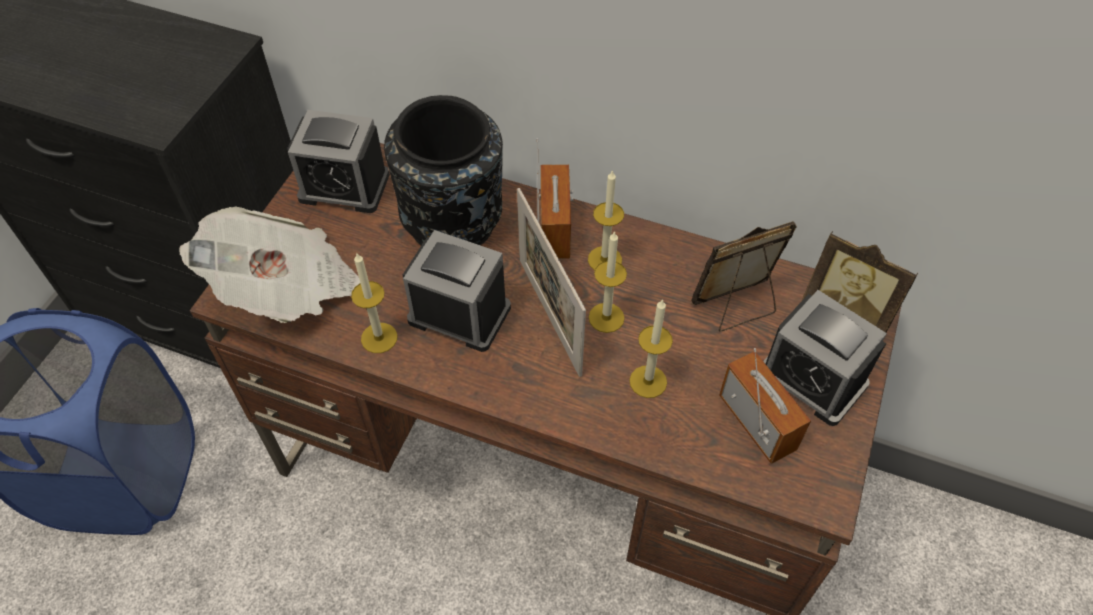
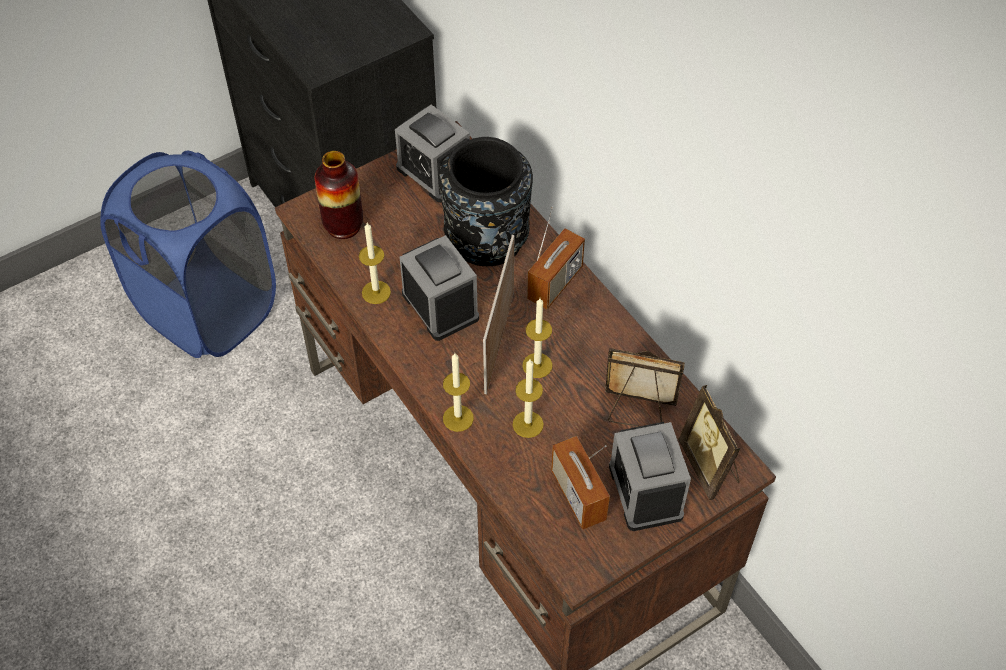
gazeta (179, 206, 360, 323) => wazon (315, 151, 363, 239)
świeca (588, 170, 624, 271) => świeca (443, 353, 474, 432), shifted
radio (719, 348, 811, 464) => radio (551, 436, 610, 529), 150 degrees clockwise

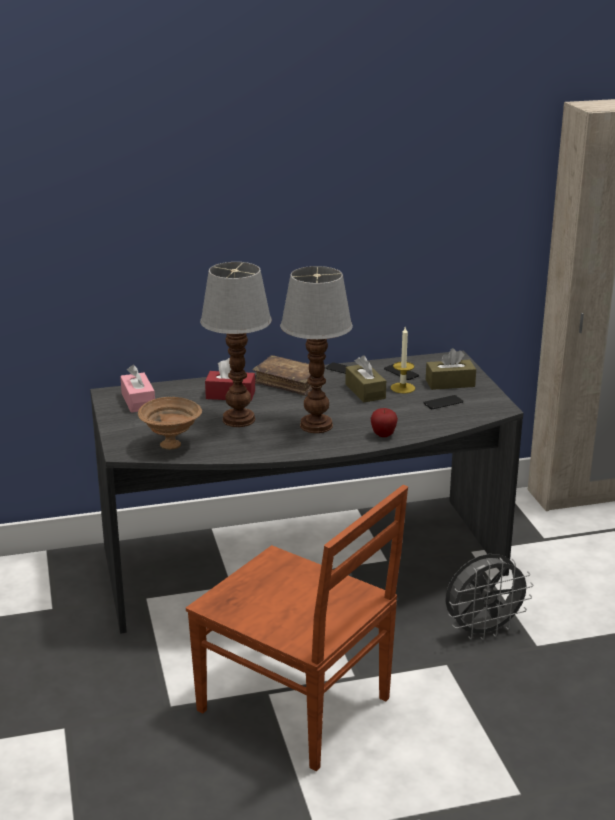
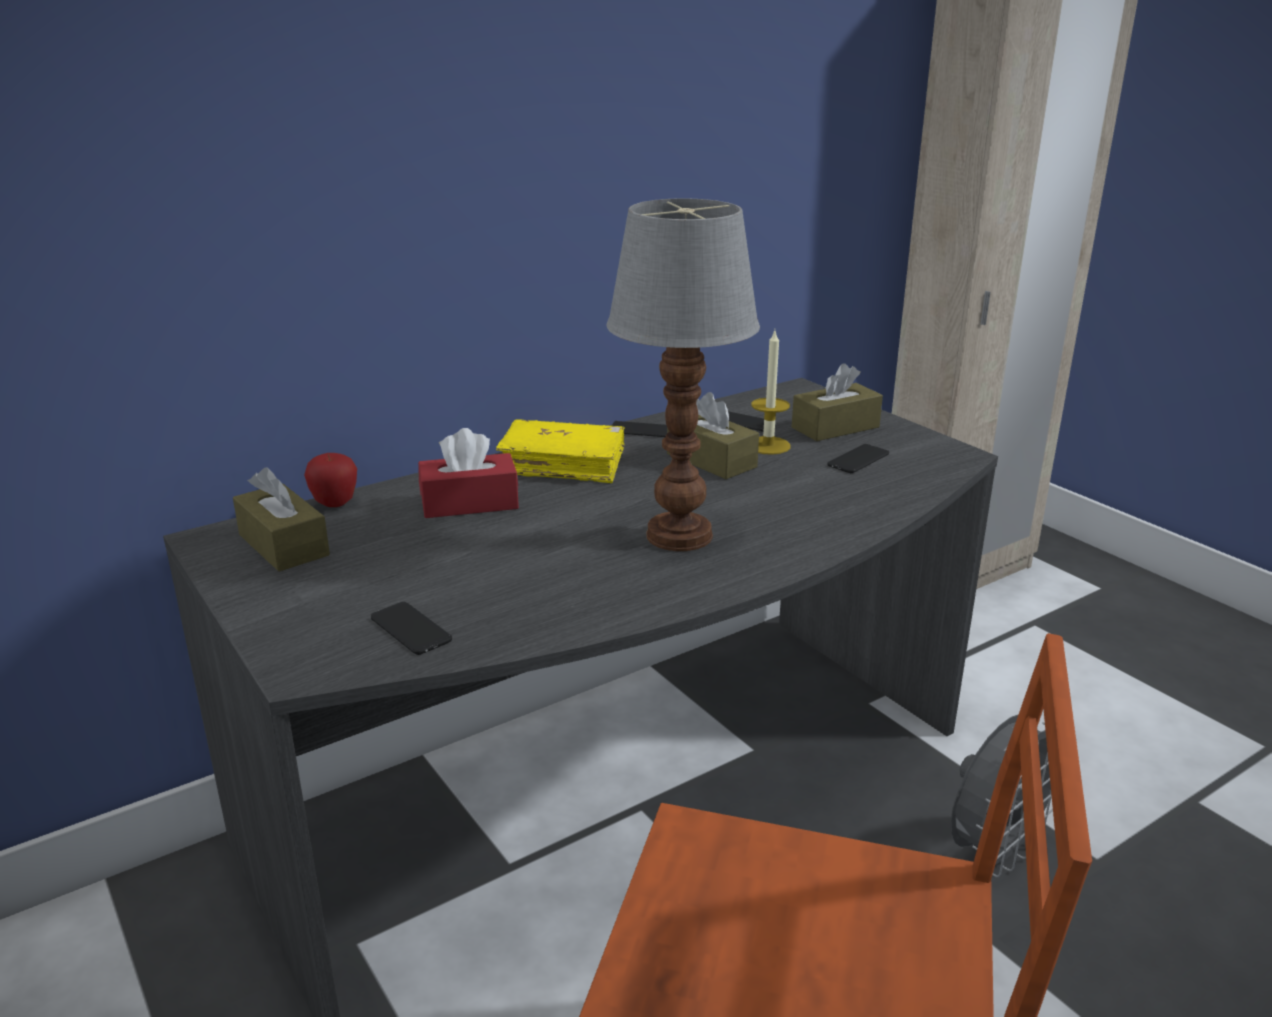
pudełko chusteczek [różowy] (120, 365, 155, 413) => pudełko chusteczek [brązowy] (233, 467, 330, 572)
jabłko (370, 408, 398, 437) => jabłko (304, 453, 357, 507), shifted
miska [brązowy] (138, 397, 202, 450) => telefon (371, 602, 452, 655)
książka [brązowy] (253, 355, 324, 396) => książka [żółty] (496, 419, 625, 483)
lampa stołowa (200, 262, 272, 427) => nothing

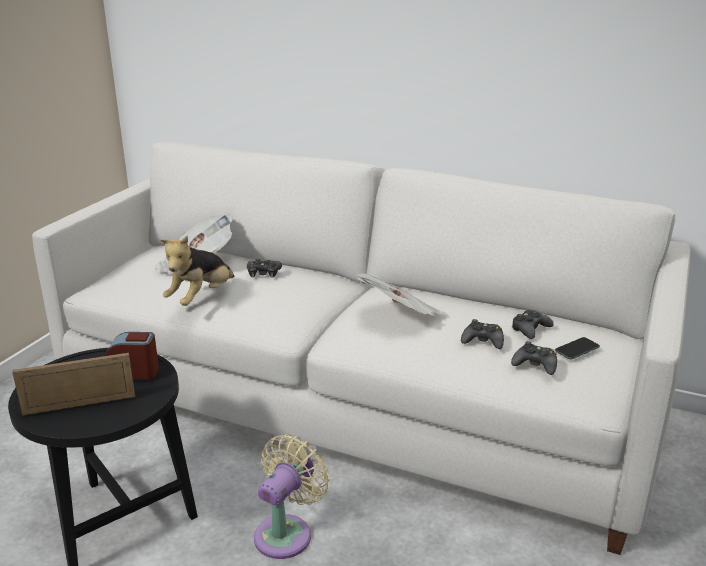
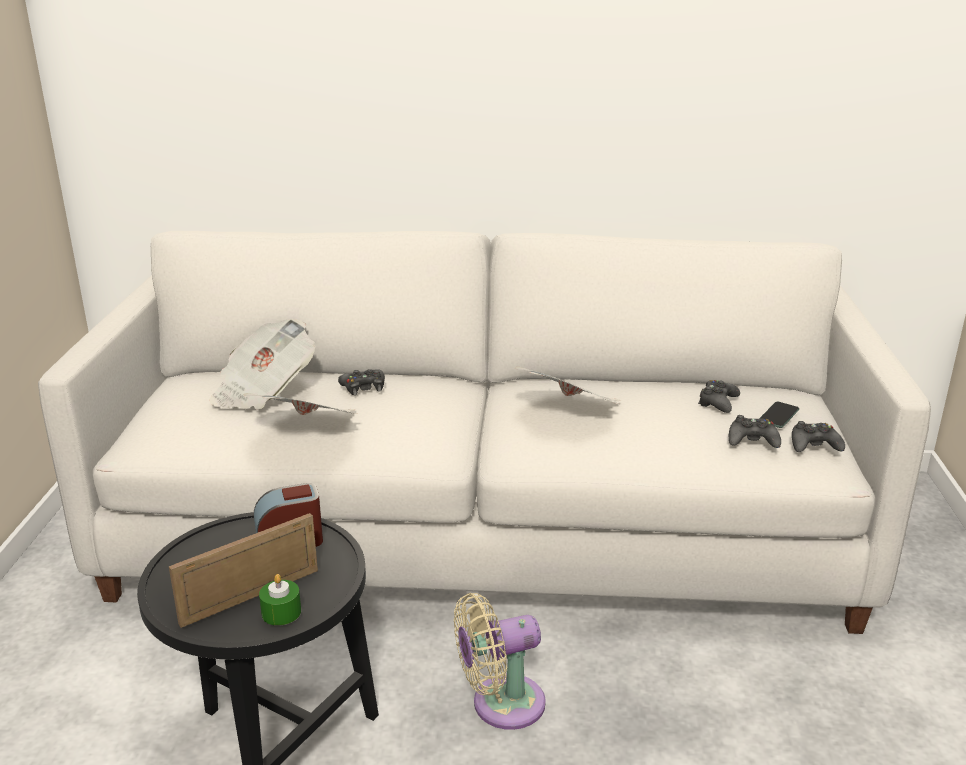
pluszak (160, 236, 234, 306) => gazeta (243, 393, 357, 415)
nothing => świeca [zielony] (259, 574, 301, 626)
wentylator [beżowy] (254, 434, 329, 559) => wentylator [beżowy] (454, 593, 546, 730), 120 degrees counterclockwise
pad do gier [czarny] (461, 319, 504, 349) => pad do gier [czarny] (792, 421, 845, 452), shifted

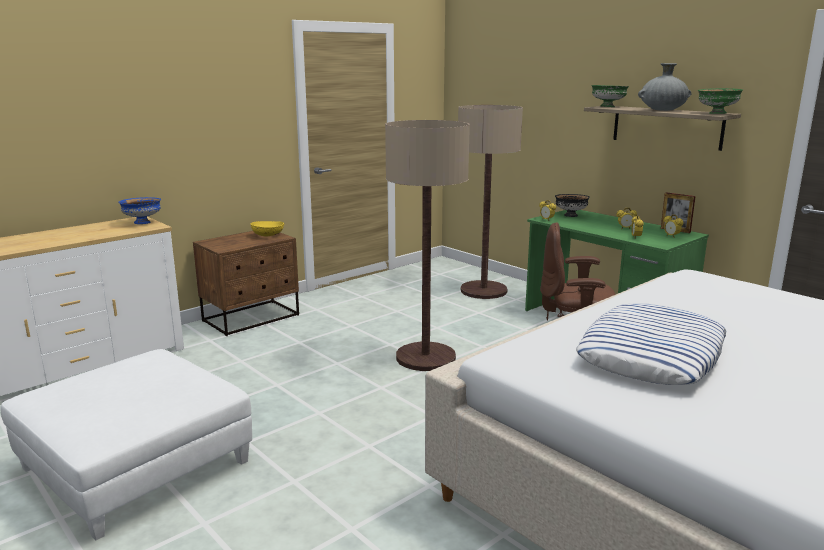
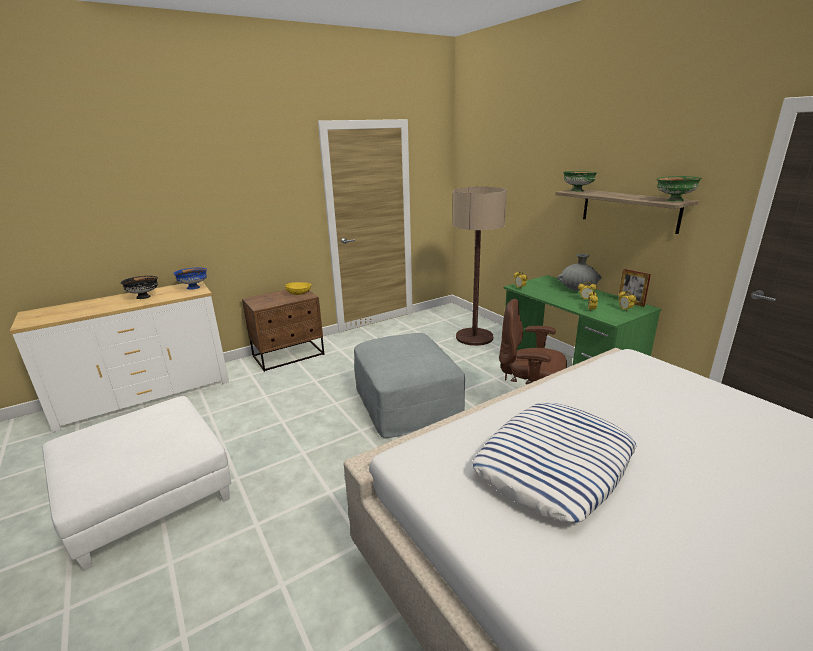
miska [czarny] (555, 194, 590, 217) => miska [czarny] (121, 276, 158, 299), shifted
lampa stojąca (385, 120, 470, 371) => pufa [szary] (354, 333, 465, 438)
wazon [szary] (638, 63, 691, 111) => wazon [szary] (558, 254, 602, 291), shifted

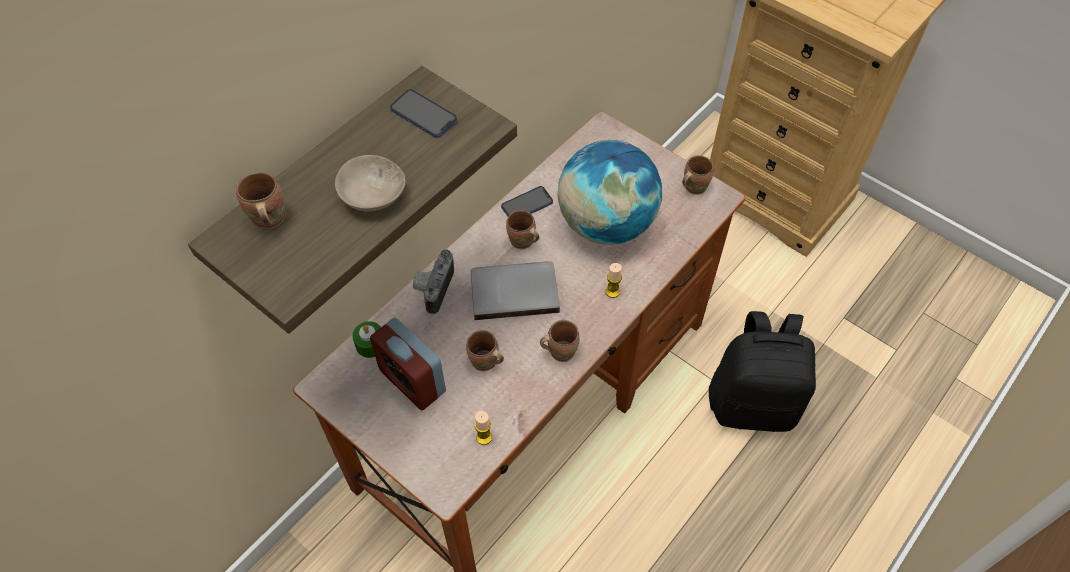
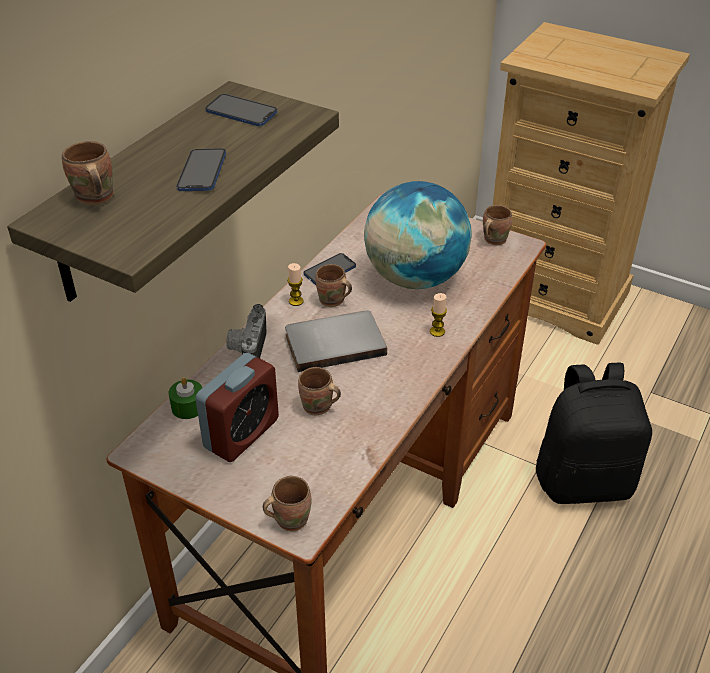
miska [beżowy] (335, 155, 405, 212) => telefon (176, 148, 226, 191)
budzik (370, 318, 446, 410) => budzik (195, 353, 279, 462), 90 degrees counterclockwise
kubek [brązowy] (540, 320, 579, 362) => kubek [brązowy] (263, 476, 311, 531), shifted
świeca (474, 411, 492, 445) => świeca (287, 263, 304, 306), shifted

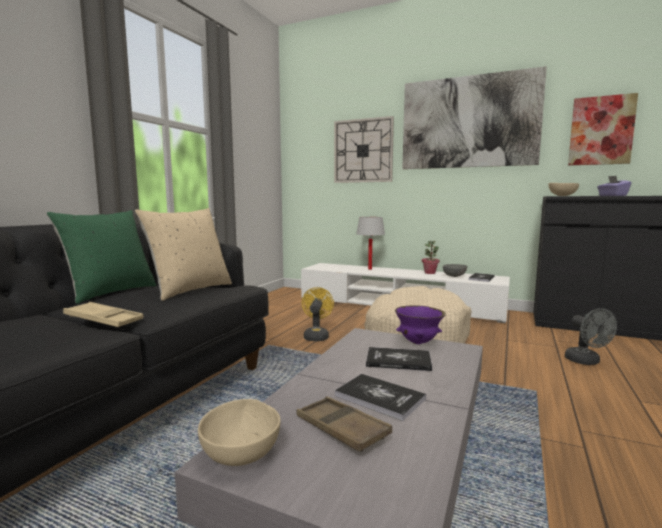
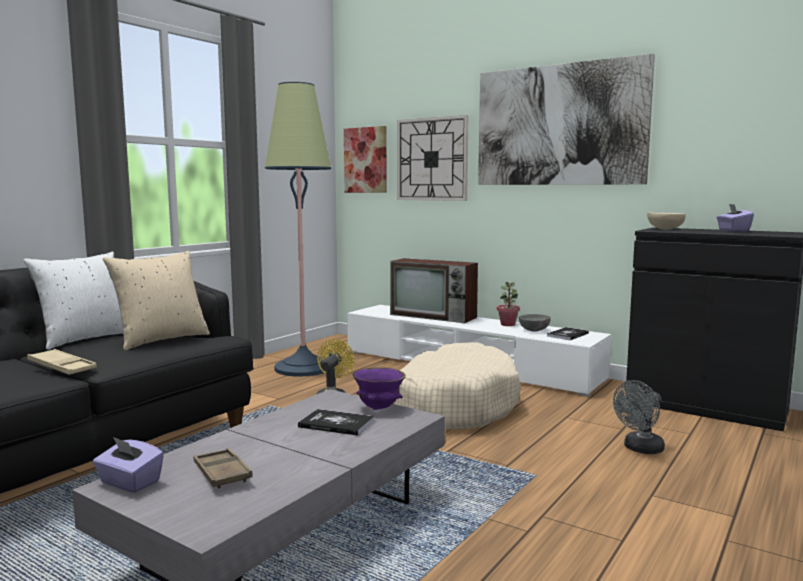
poduszka [zielony] (47, 210, 156, 304) => poduszka [biały] (24, 252, 123, 350)
miska [beżowy] (198, 399, 281, 466) => pudełko chusteczek [fioletowy] (93, 437, 164, 493)
nothing => lampa stojąca (265, 82, 331, 377)
obraz (568, 93, 638, 166) => obraz (344, 126, 387, 193), shifted
lampa stołowa [biały] (356, 217, 385, 270) => telewizor (390, 258, 478, 323)
wentylator [szary] (565, 308, 617, 365) => wentylator [szary] (613, 380, 665, 454), 60 degrees clockwise
książka (335, 374, 426, 421) => nothing

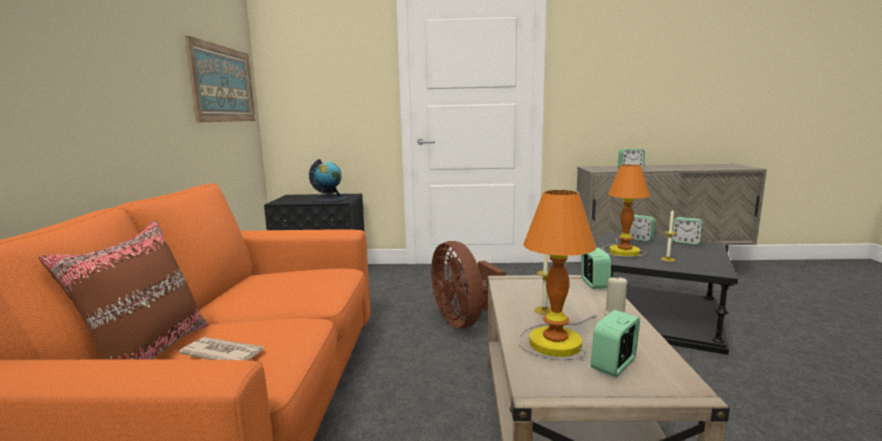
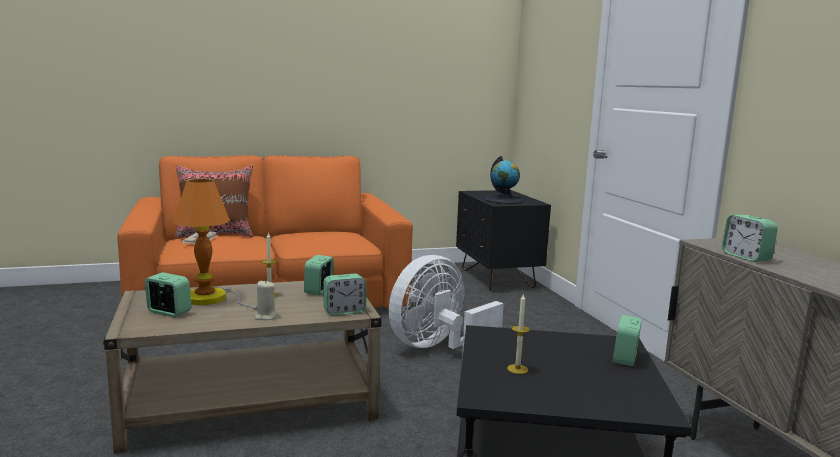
budzik (672, 217, 703, 244) => budzik (304, 255, 334, 295), shifted
wentylator [brązowy] (431, 241, 506, 328) => wentylator [biały] (389, 255, 504, 358)
obraz (185, 36, 256, 122) => nothing
lampa stołowa (602, 164, 650, 257) => nothing

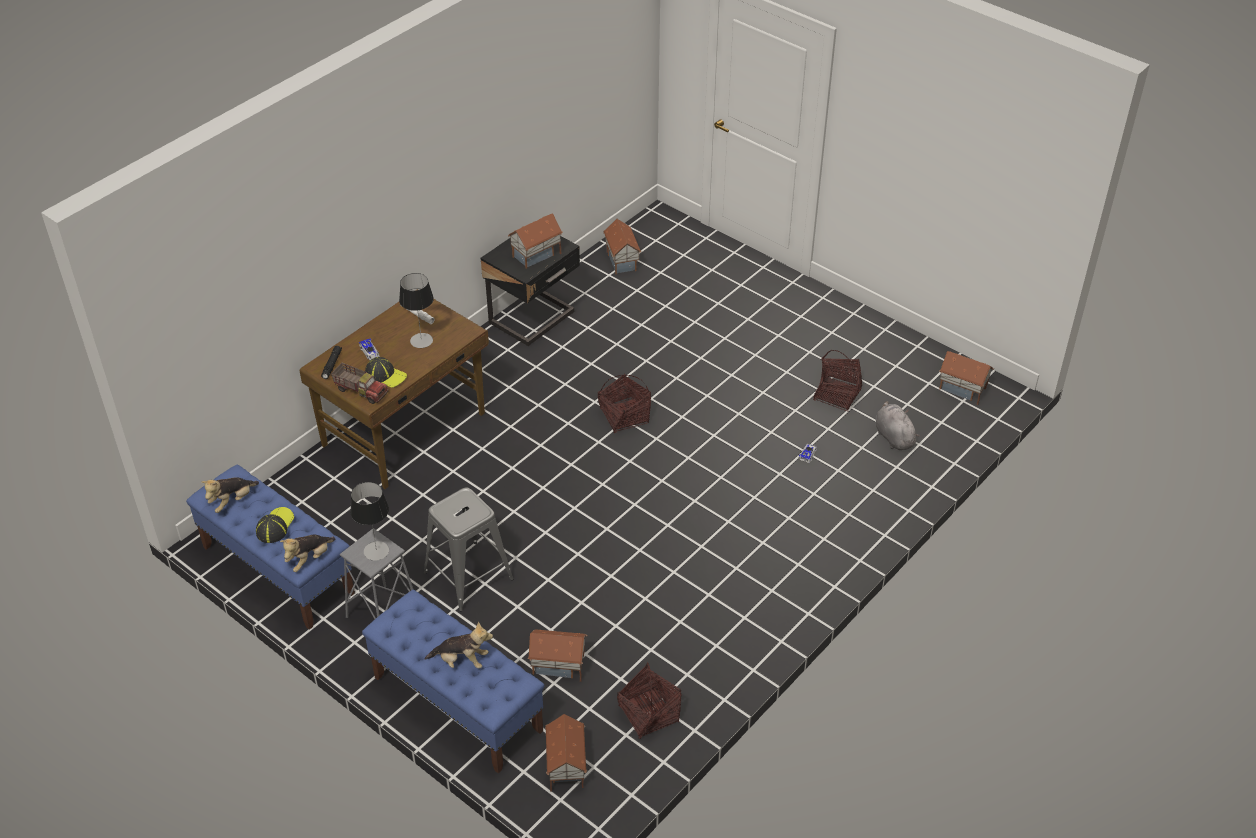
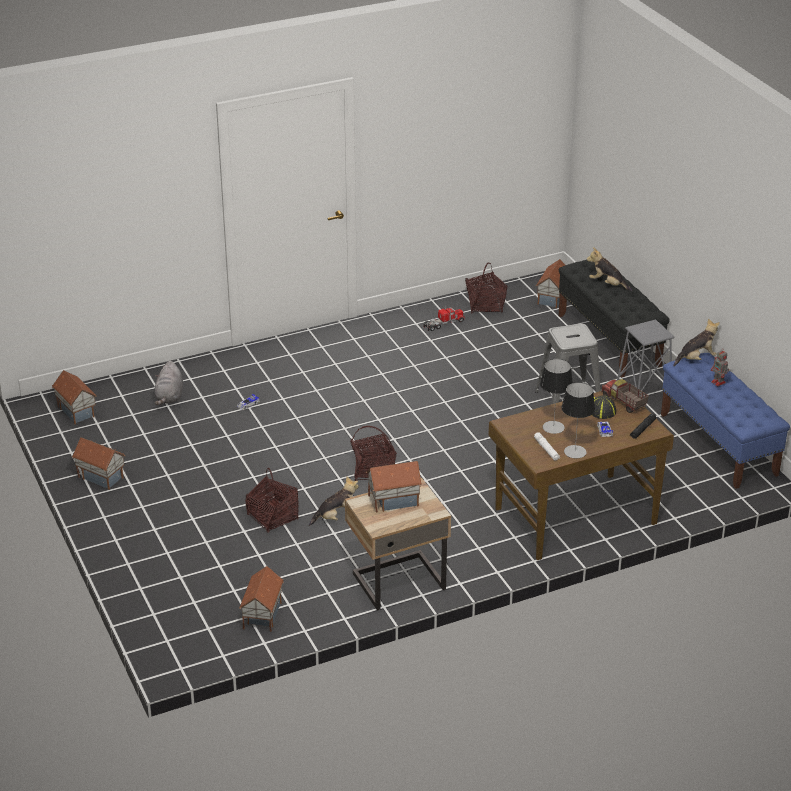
domek (528, 629, 587, 682) => domek (72, 437, 126, 490), shifted
koszyk (813, 350, 862, 412) => koszyk (246, 468, 299, 533), shifted
pluszak (201, 477, 259, 513) => pluszak (309, 476, 359, 526), shifted
szafka nocna [czarny] (481, 236, 580, 346) => szafka nocna [beżowy] (345, 478, 451, 610)
nothing => ciężarówka zabawkowa (423, 305, 465, 331)
ławka [niebieski] (362, 590, 544, 774) => ławka [czarny] (558, 260, 670, 378)
lampa stołowa (350, 482, 389, 561) => lampa stołowa (561, 382, 595, 458), shifted
czapka z daszkiem (256, 507, 294, 543) => robot zabawkowy (711, 348, 729, 386)

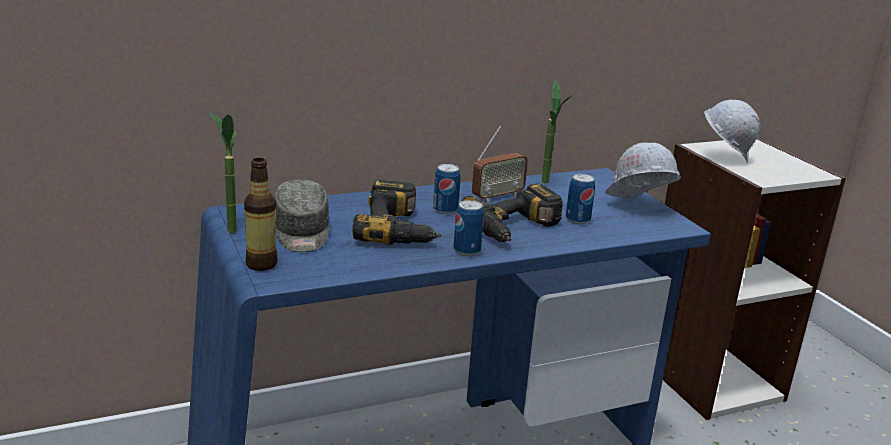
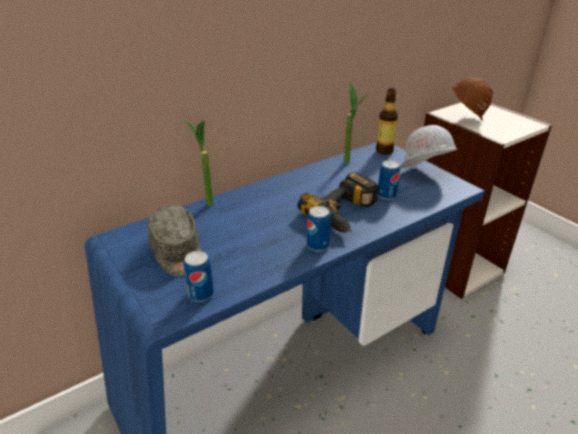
roślina doniczkowa (209, 111, 237, 233) => roślina doniczkowa (182, 119, 213, 206), shifted
puszka (433, 164, 460, 214) => puszka (184, 251, 214, 302), shifted
butelka (244, 158, 278, 271) => butelka (376, 88, 398, 155), shifted
kask [biały] (704, 100, 762, 163) => kask [brązowy] (451, 77, 493, 121)
wiertarka (353, 180, 441, 245) => nothing
radio (472, 125, 528, 202) => nothing

